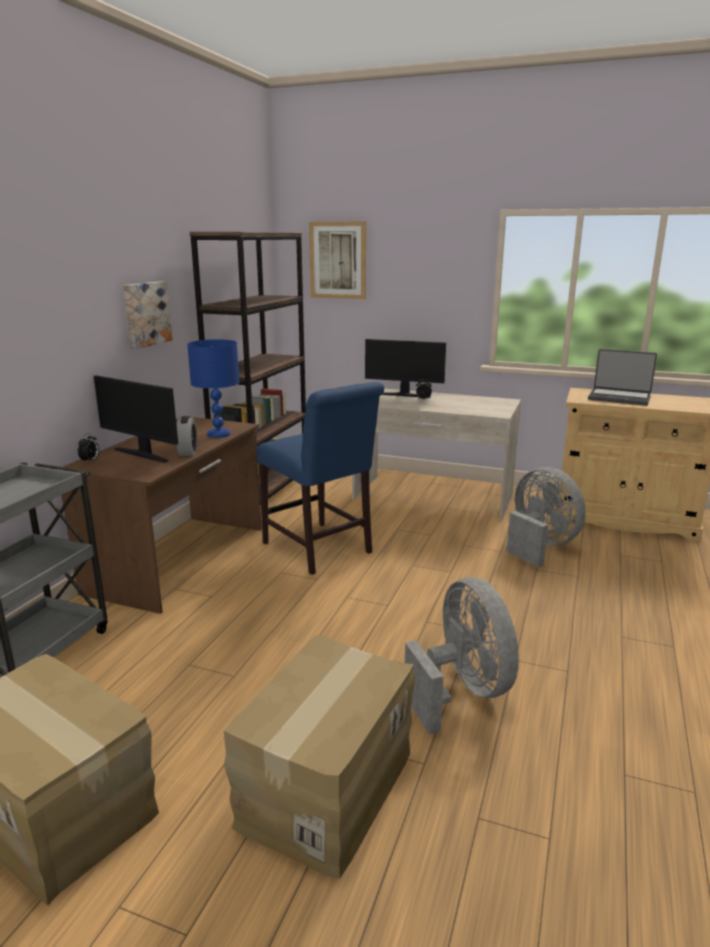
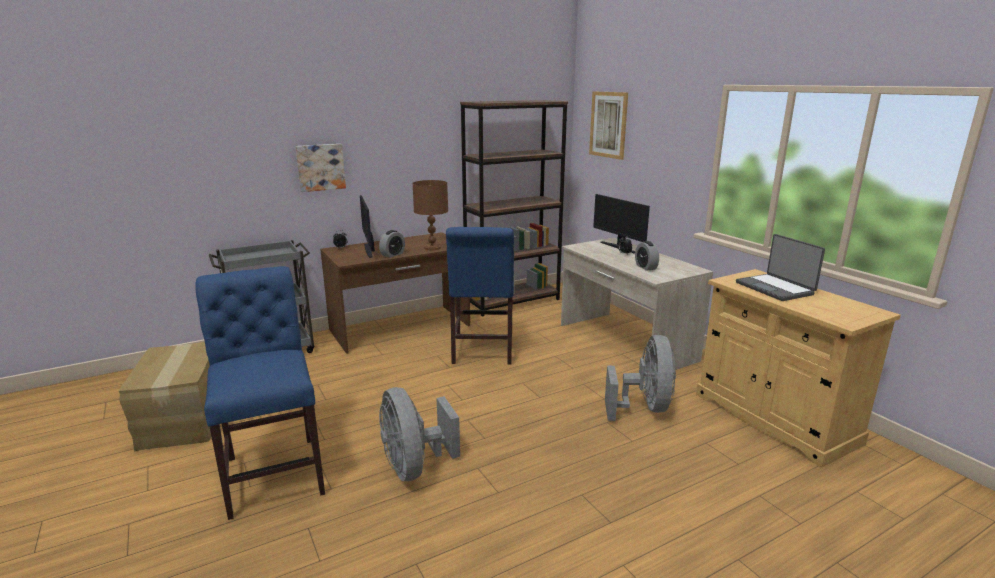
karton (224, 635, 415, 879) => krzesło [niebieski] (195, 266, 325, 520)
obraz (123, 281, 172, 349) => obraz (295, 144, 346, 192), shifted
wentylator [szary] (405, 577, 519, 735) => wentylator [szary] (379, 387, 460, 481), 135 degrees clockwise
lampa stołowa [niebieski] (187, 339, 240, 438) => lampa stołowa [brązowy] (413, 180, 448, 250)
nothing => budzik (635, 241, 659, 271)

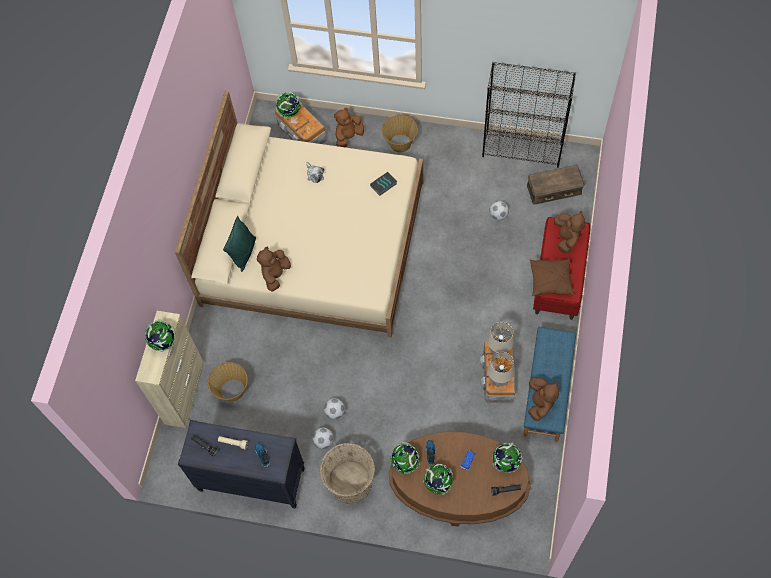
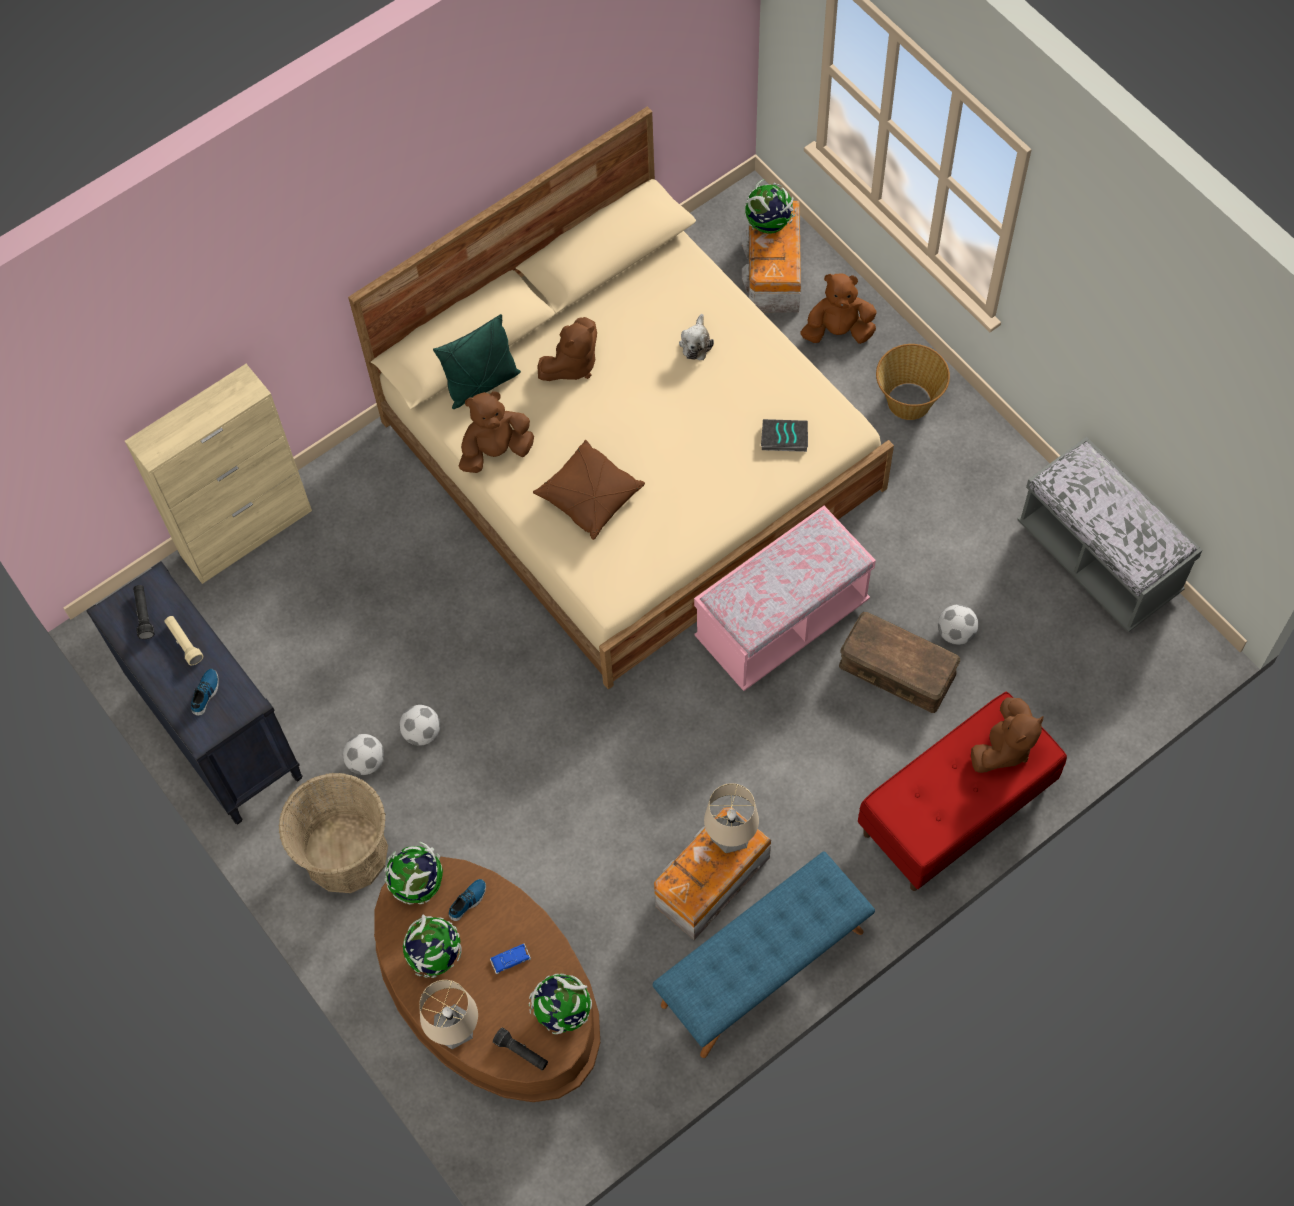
lampa stołowa (487, 352, 515, 387) => lampa stołowa (419, 980, 478, 1049), shifted
poduszka [brązowy] (530, 258, 574, 296) => poduszka [brązowy] (533, 440, 645, 540), shifted
pluszak [brązowy] (528, 377, 559, 421) => pluszak [brązowy] (537, 317, 597, 381), shifted
nothing => ławka [różowy] (694, 506, 876, 691)
pojemnik do przechowywania [brązowy] (527, 165, 584, 204) => pojemnik do przechowywania [brązowy] (839, 612, 960, 713), shifted
regał [czarny] (482, 62, 576, 168) => ławka [szary] (1017, 437, 1202, 633)
globus (145, 320, 176, 352) => nothing
koszyk (208, 362, 248, 402) => nothing

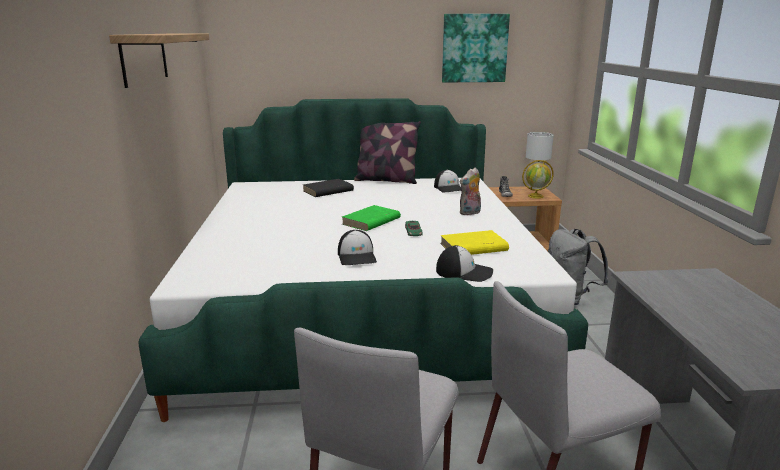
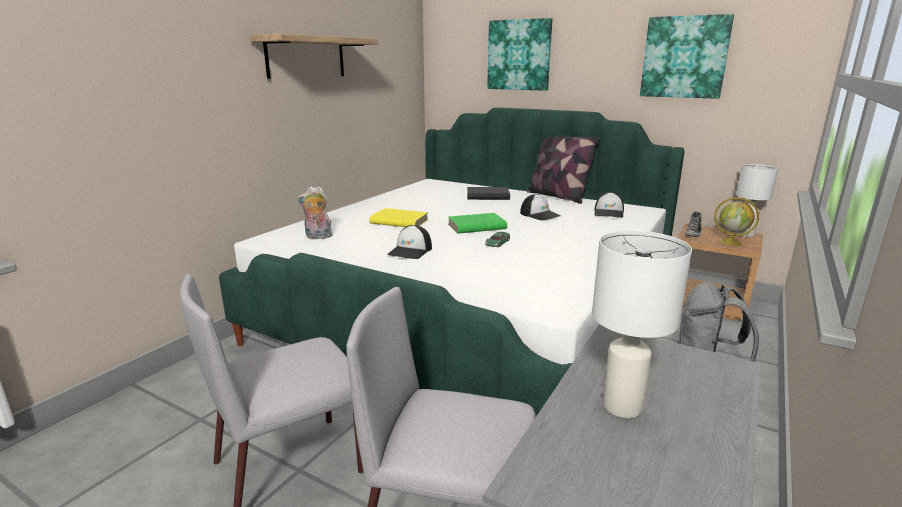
pluszak (460, 168, 481, 215) => pluszak (297, 186, 334, 240), shifted
książka [żółty] (440, 230, 509, 255) => książka [żółty] (369, 208, 428, 227), shifted
nothing => obraz (487, 18, 553, 91)
czapka z daszkiem (436, 245, 493, 282) => czapka z daszkiem (520, 194, 561, 220), shifted
nothing => lampa stołowa [biały] (592, 230, 692, 418)

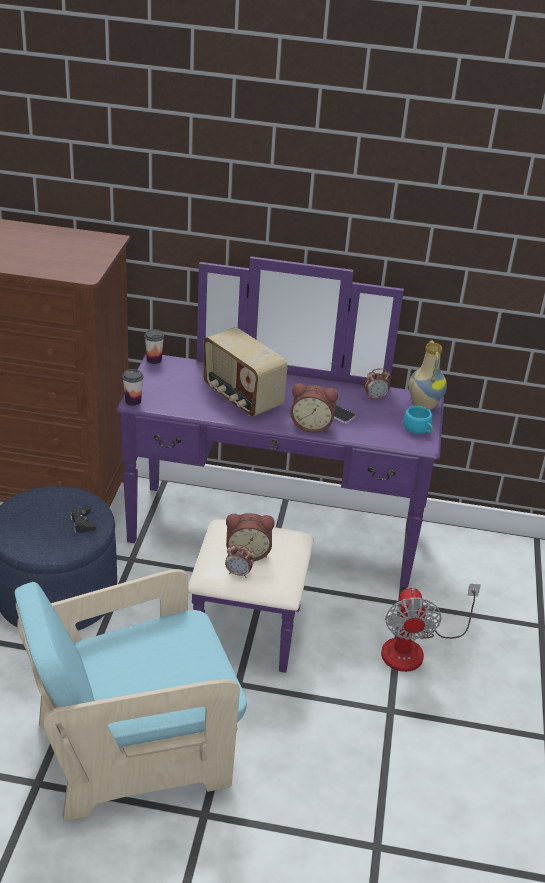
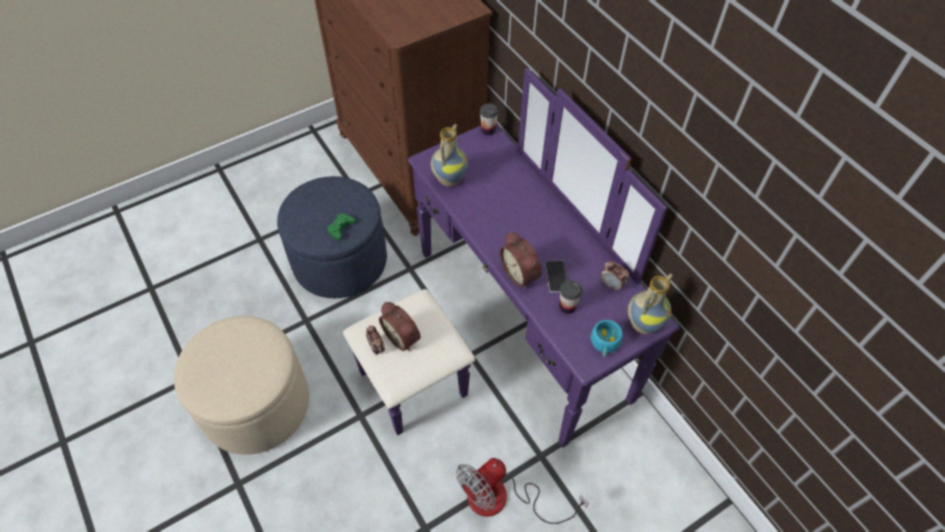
fotel [turkusowy] (15, 569, 247, 821) => pufa [beżowy] (174, 316, 309, 455)
pad do gier [czarny] (70, 506, 96, 533) => pad do gier [zielony] (328, 214, 355, 240)
nothing => wazon (431, 124, 468, 187)
filiżanka (122, 369, 143, 406) => filiżanka (559, 280, 583, 314), shifted
radio (203, 327, 288, 417) => nothing

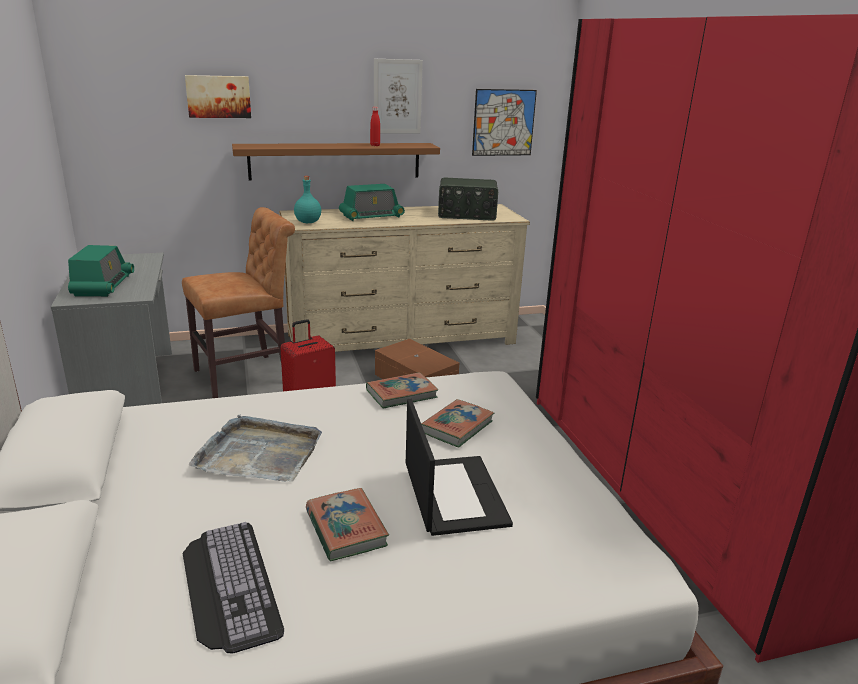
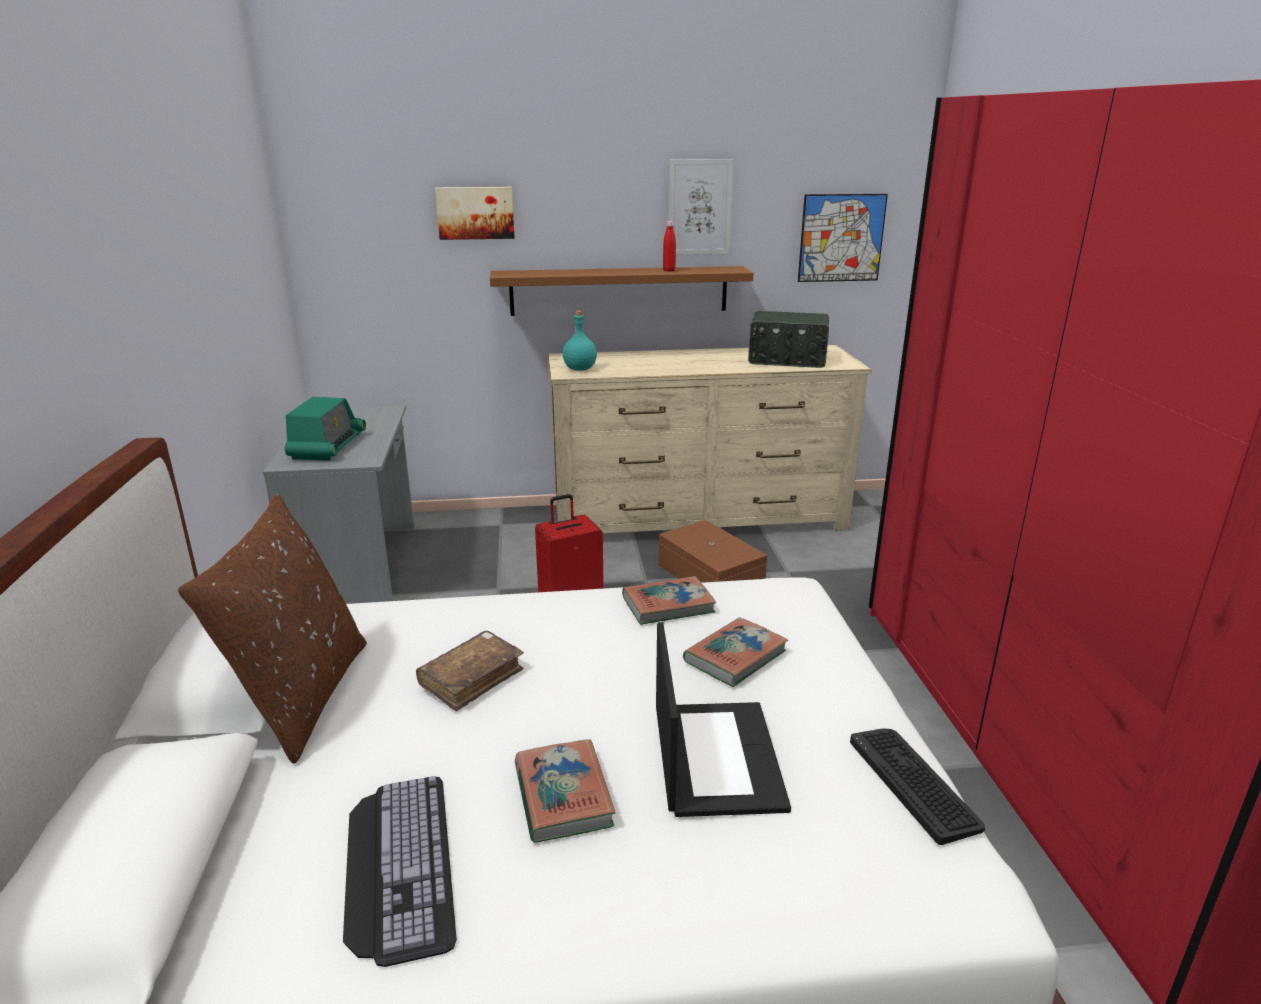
nothing => poduszka [brązowy] (178, 494, 367, 763)
taca [szary] (189, 414, 322, 482) => książka [brązowy] (416, 631, 524, 712)
nothing => klawiatura (850, 729, 985, 845)
krzesło [brązowy] (182, 207, 295, 398) => nothing
radio (339, 184, 405, 221) => nothing

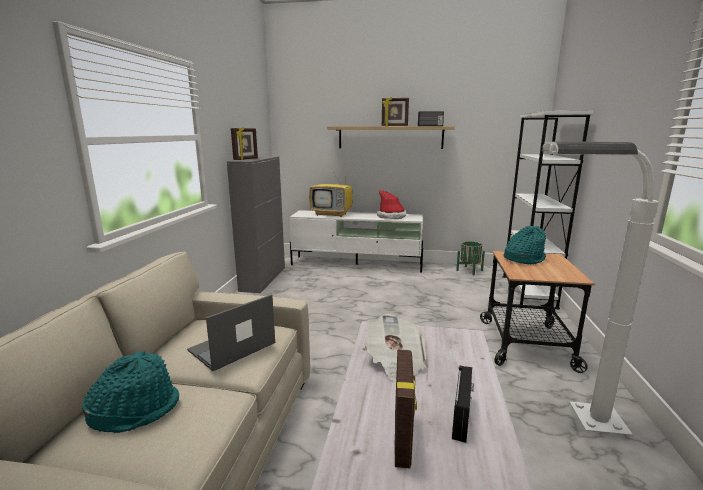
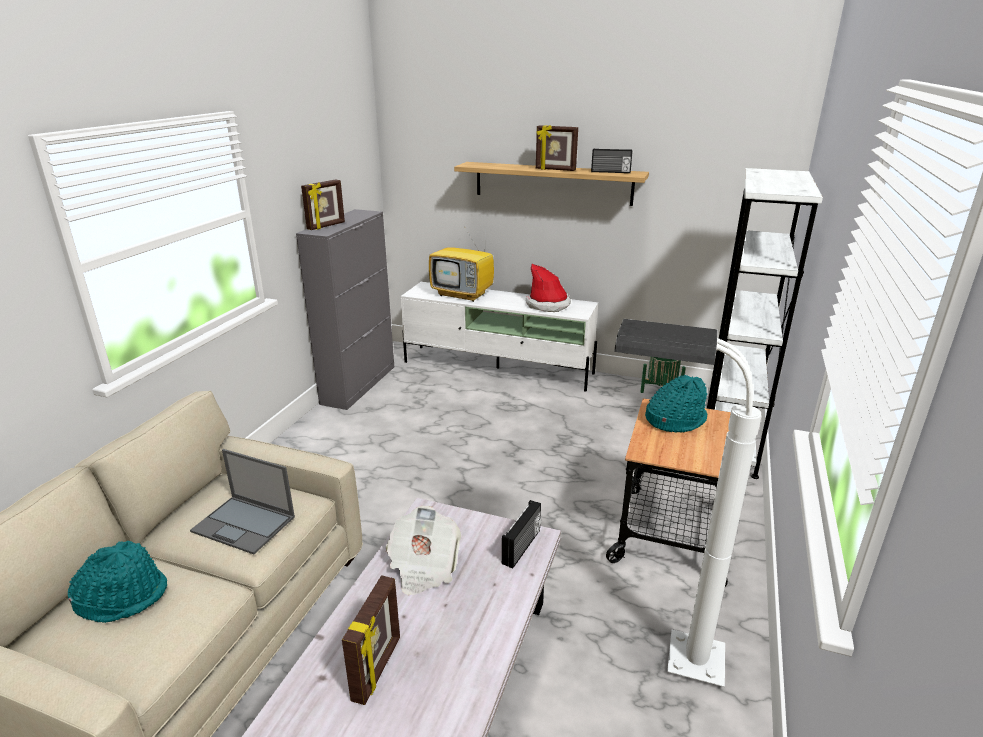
laptop (187, 294, 275, 371) => laptop (190, 449, 295, 554), 120 degrees counterclockwise
radio (452, 366, 474, 443) => radio (502, 500, 541, 569), shifted

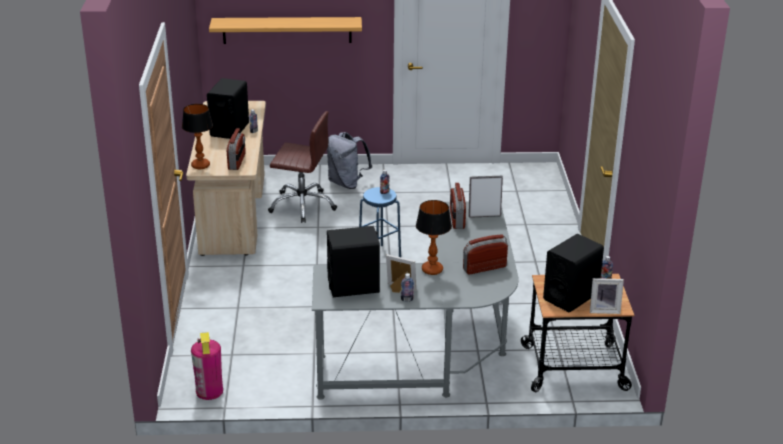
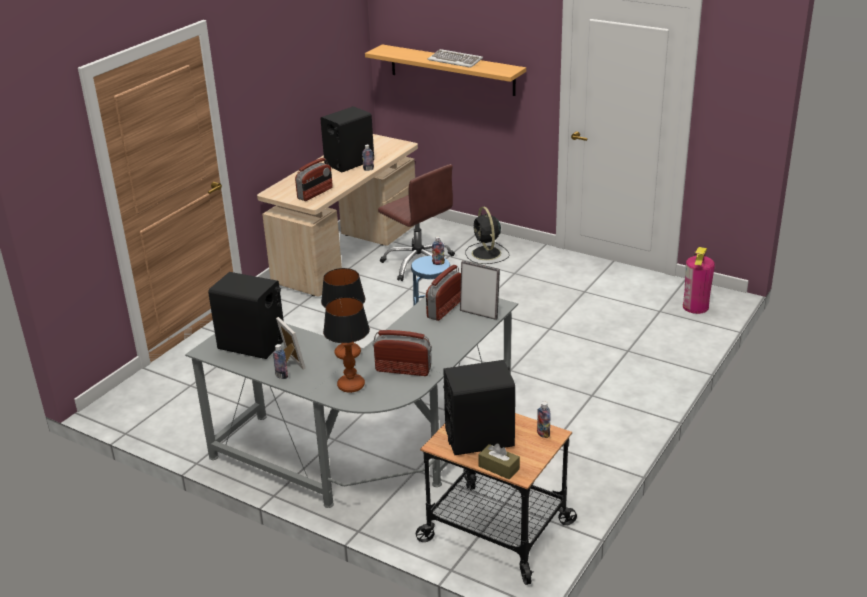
lampa stołowa (182, 104, 213, 169) => lampa stołowa (323, 297, 370, 393), shifted
nothing => klawiatura (428, 49, 483, 68)
plecak [szary] (327, 132, 372, 189) => wentylator [czarny] (466, 207, 509, 264)
ramka na zdjęcie (590, 278, 624, 314) => pudełko chusteczek [brązowy] (478, 444, 520, 479)
gaśnica (191, 332, 223, 400) => gaśnica (683, 247, 715, 314), shifted

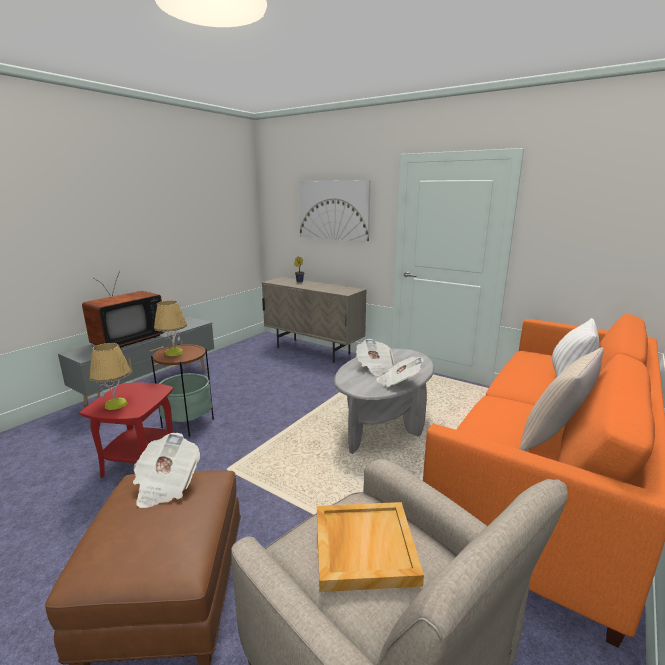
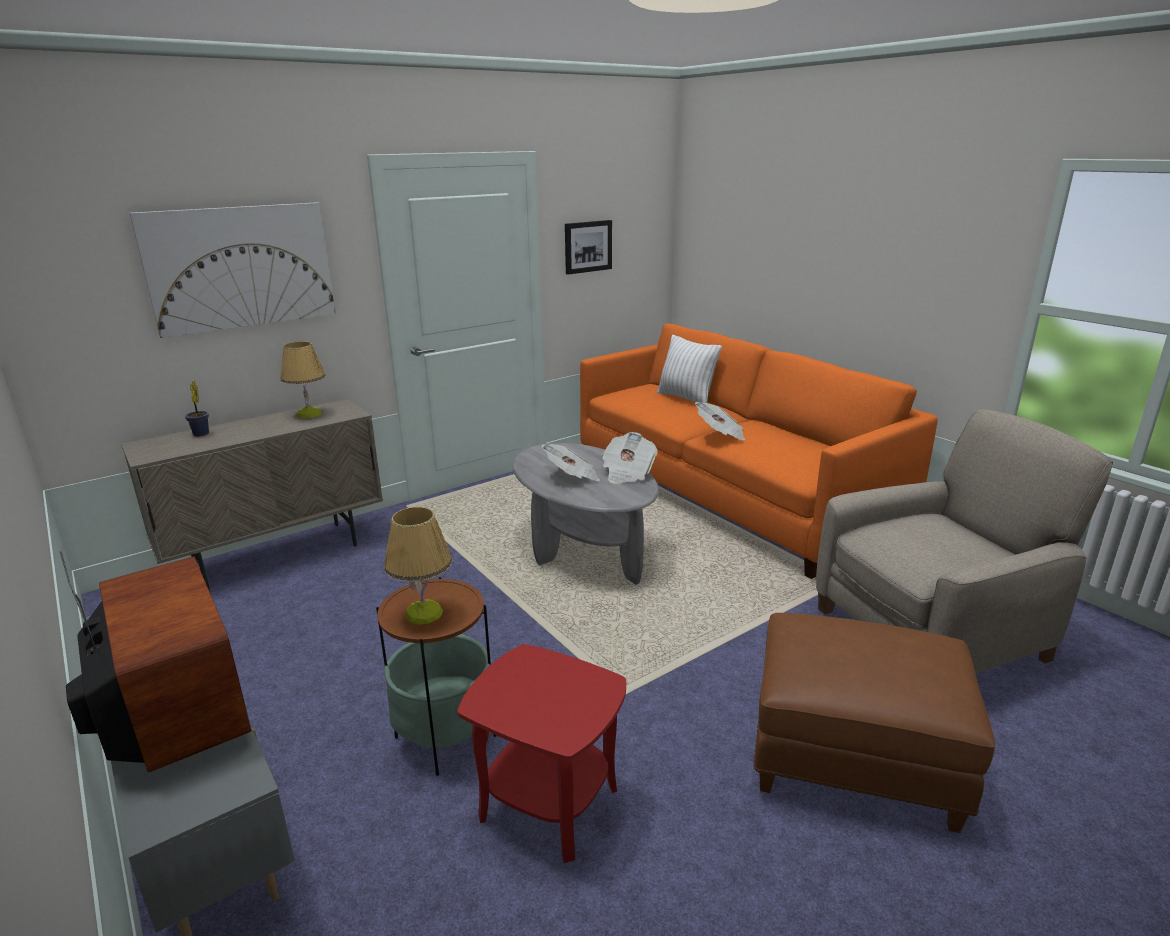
lampa stołowa (89, 343, 131, 410) => lampa stołowa (281, 341, 326, 418), shifted
nothing => obraz (565, 220, 612, 275)
gazeta (133, 433, 200, 508) => gazeta (695, 402, 745, 441), shifted
taca [beżowy] (317, 502, 424, 592) => nothing
poduszka [beżowy] (519, 347, 604, 451) => nothing

